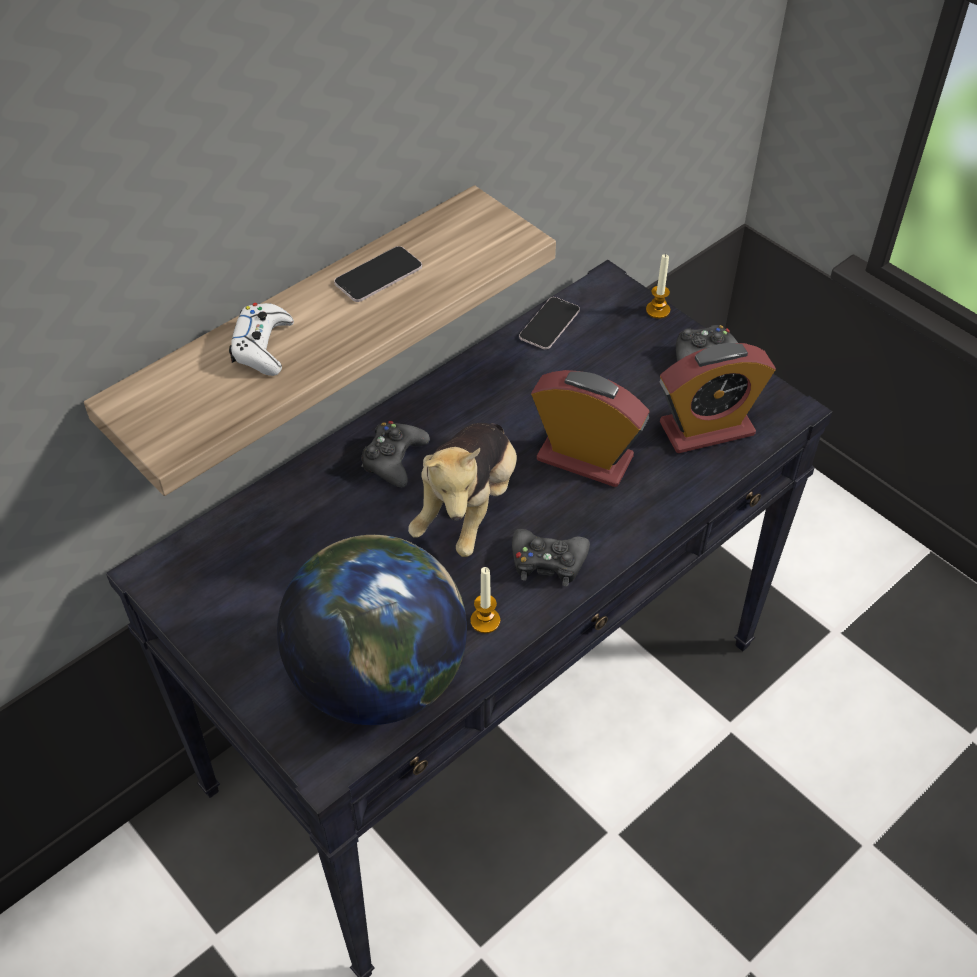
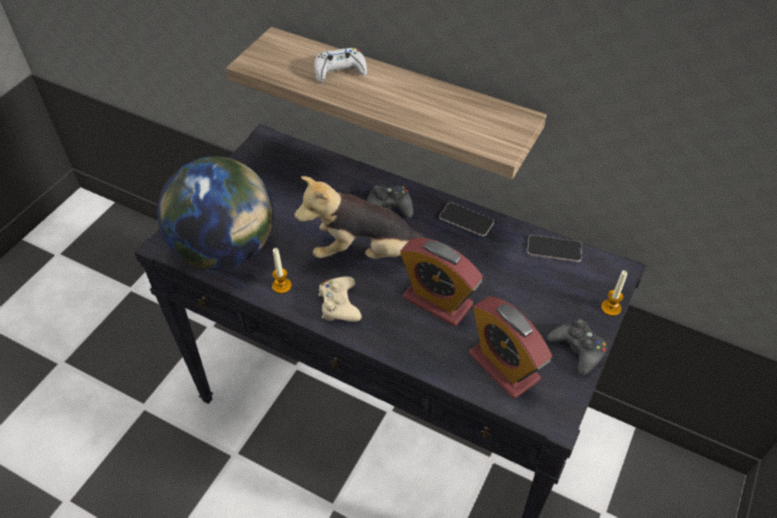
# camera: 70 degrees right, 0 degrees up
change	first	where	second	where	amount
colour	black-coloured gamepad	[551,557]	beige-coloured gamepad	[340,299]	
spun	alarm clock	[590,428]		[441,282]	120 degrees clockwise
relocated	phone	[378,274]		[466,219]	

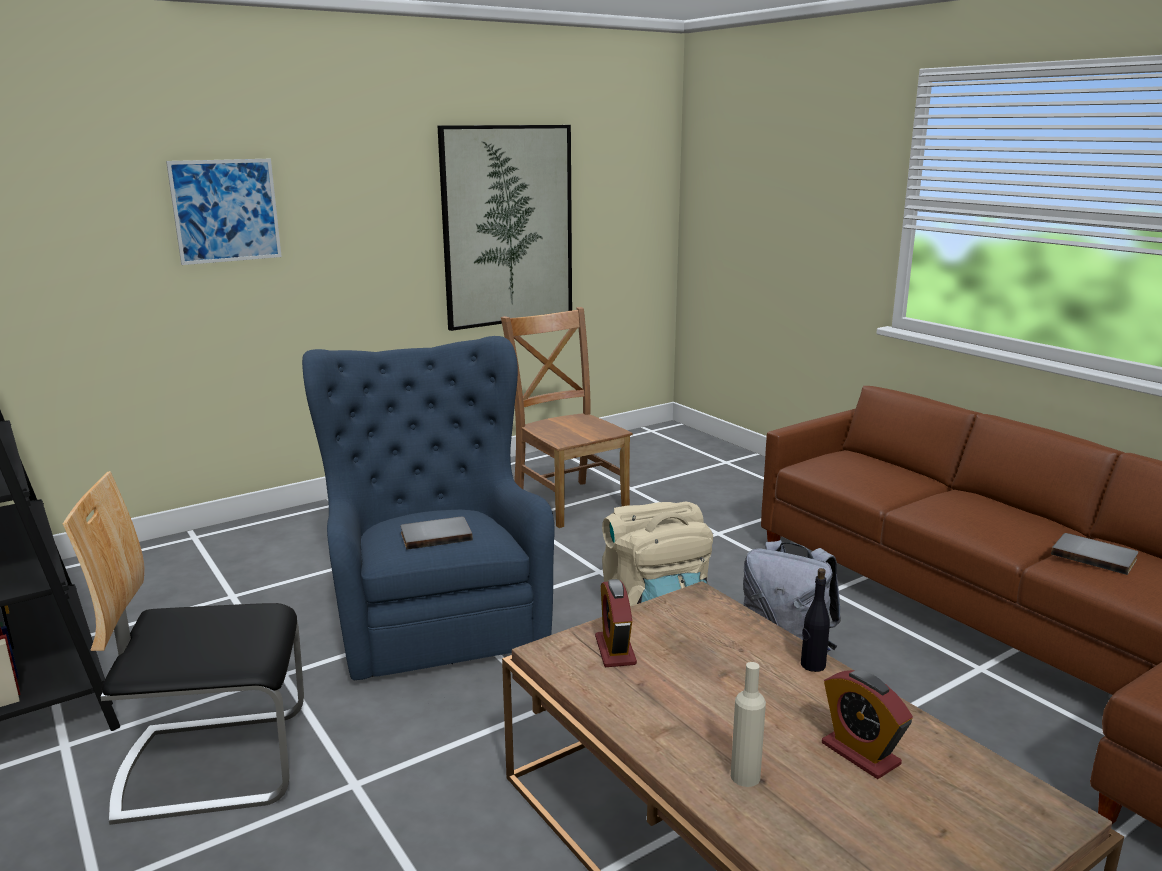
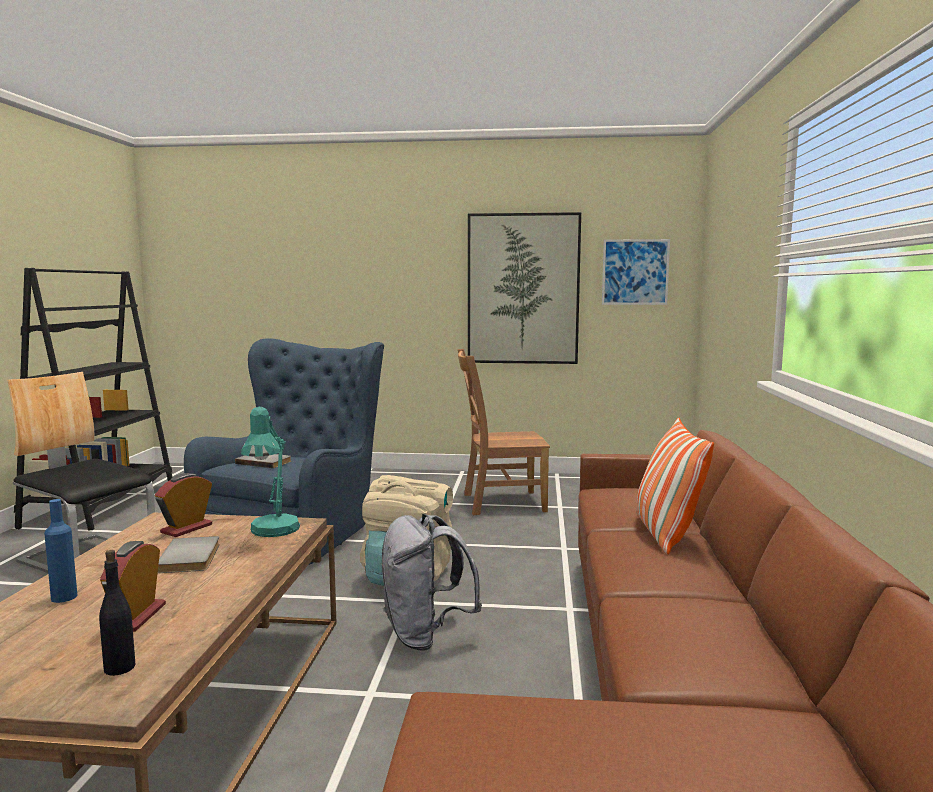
# camera: 40 degrees right, 10 degrees down
change	first	where	second	where	amount
colour	beige-coloured beverage bottle	[748,724]	blue beverage bottle	[60,551]	
relocated	black-coloured beverage bottle	[815,620]		[117,613]	
relocated	grey book	[1095,554]		[189,554]	
appeared			turquoise-coloured lamp for a table	[270,472]	
spun	brown chair	[567,417]		[503,432]	105 degrees counterclockwise
relocated	wall picture	[224,212]		[636,272]	
appeared			cushion	[675,486]	

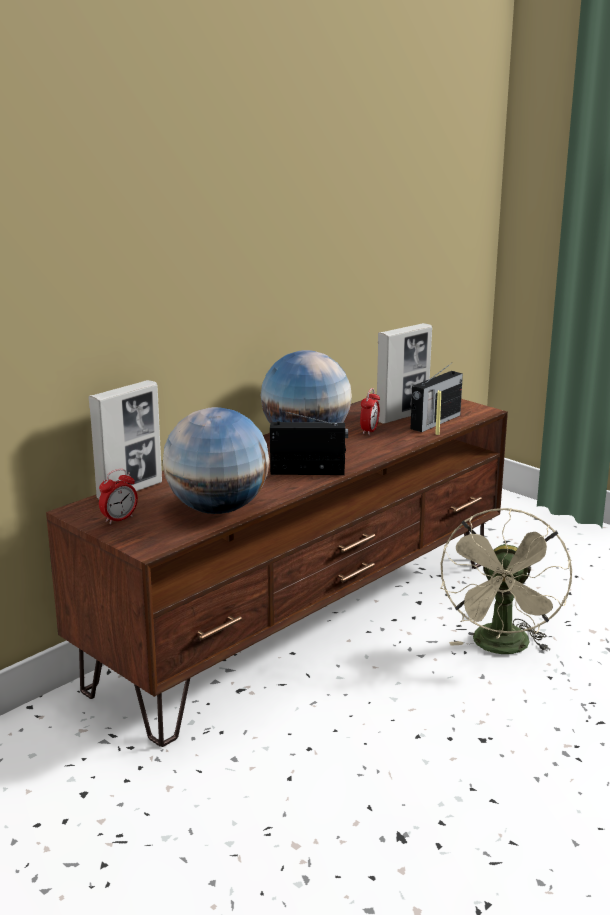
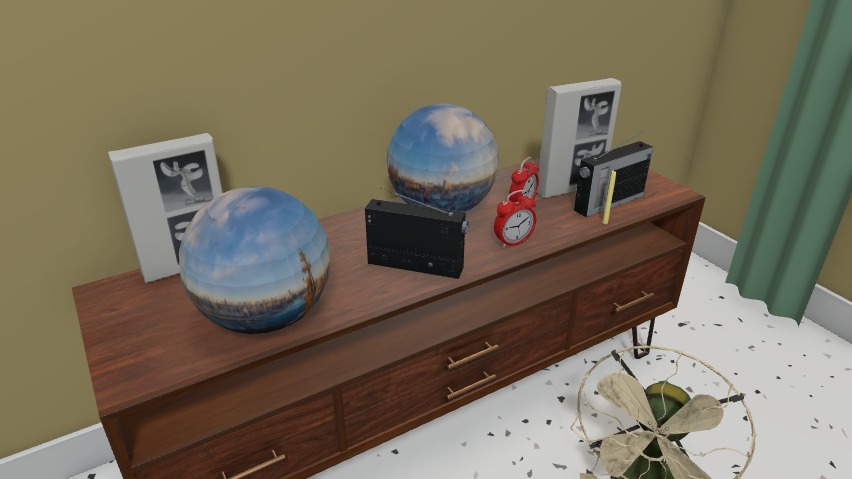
# camera: 15 degrees right, 10 degrees up
change	first	where	second	where	amount
relocated	alarm clock	[118,496]		[515,219]	

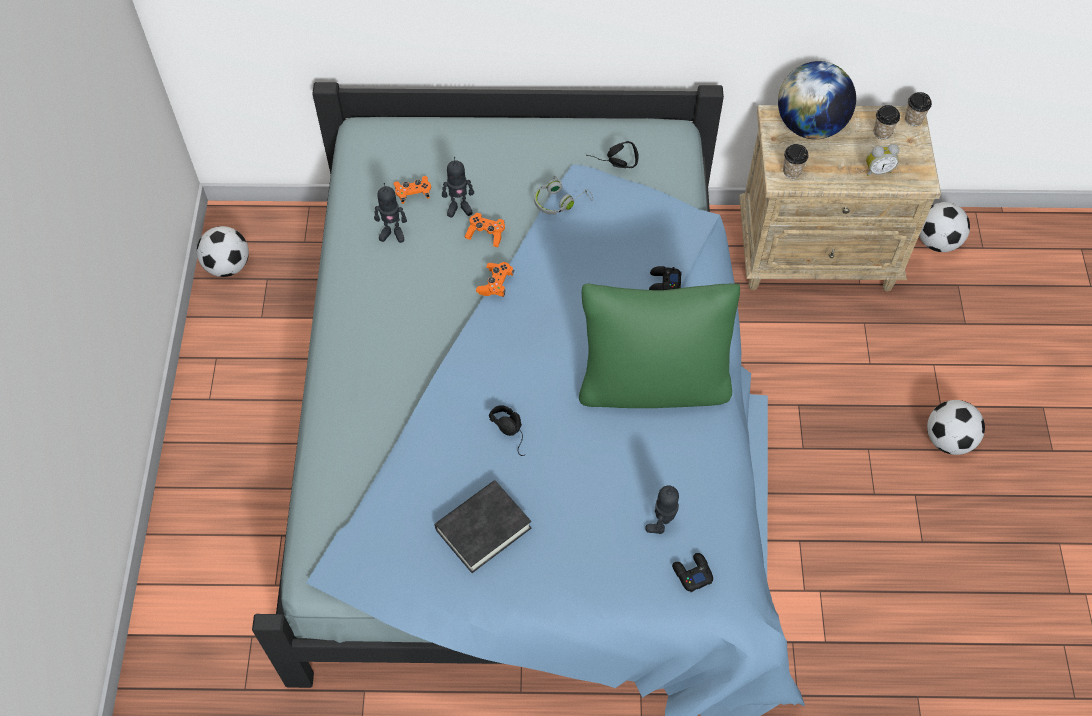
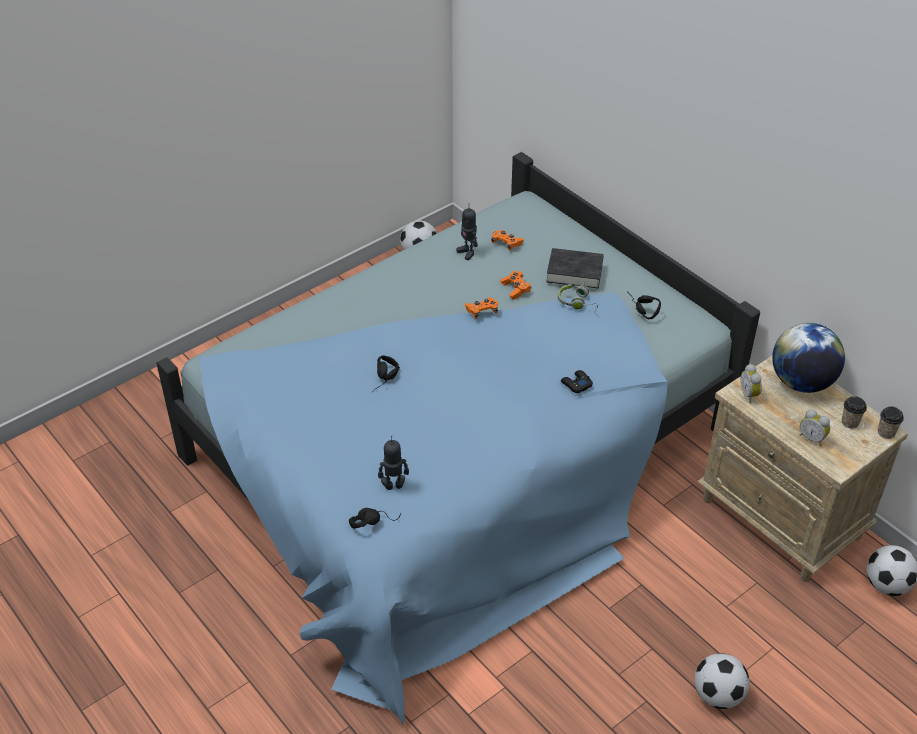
# camera: 50 degrees right, 15 degrees down
change	first	where	second	where	amount
exchanged	black-coloured gamepad	[692,572]	black-coloured headset	[375,518]	
relocated	black-coloured book	[482,526]		[575,268]	
exchanged	drinking cup	[796,161]	alarm clock	[751,383]	
missing	robot figure	[458,187]			
missing	green cushion	[659,346]			

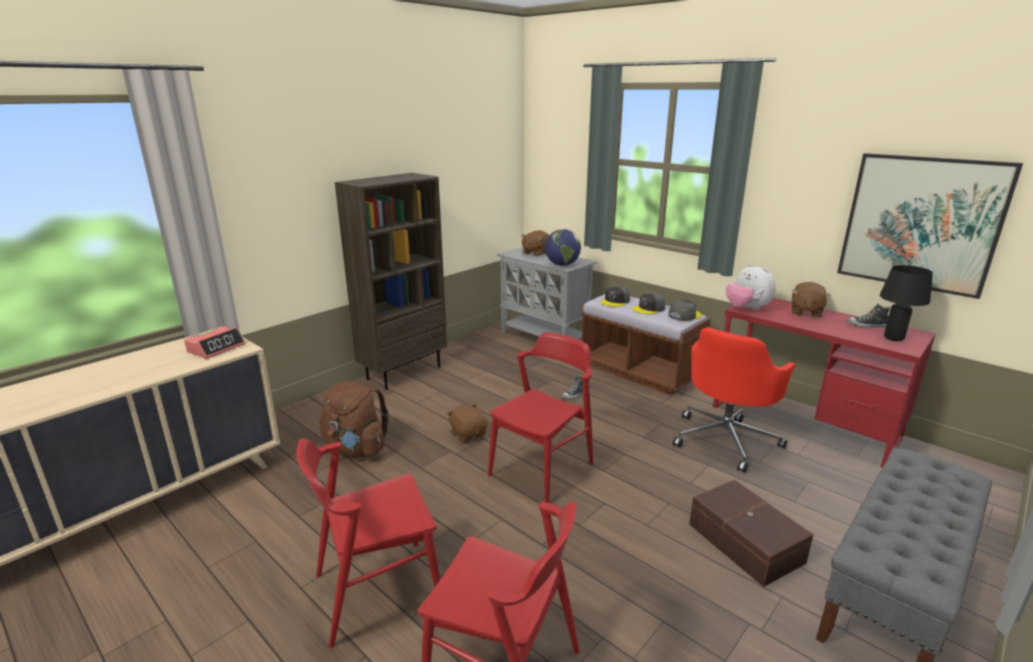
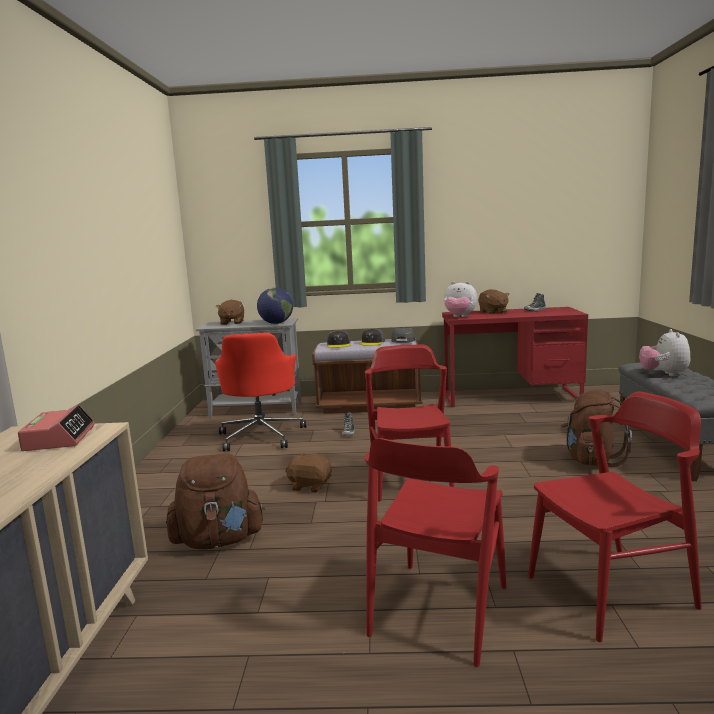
# camera: 40 degrees left, 10 degrees down
change	first	where	second	where	amount
relocated	red office chair	[734,400]		[260,392]	
exchanged	brown storage container	[751,533]	brown backpack	[596,429]	
appeared			plush toy	[664,353]	
missing	brown bookshelf	[391,281]			
missing	wall picture	[930,226]			
missing	black-coloured lamp for a table	[906,303]			

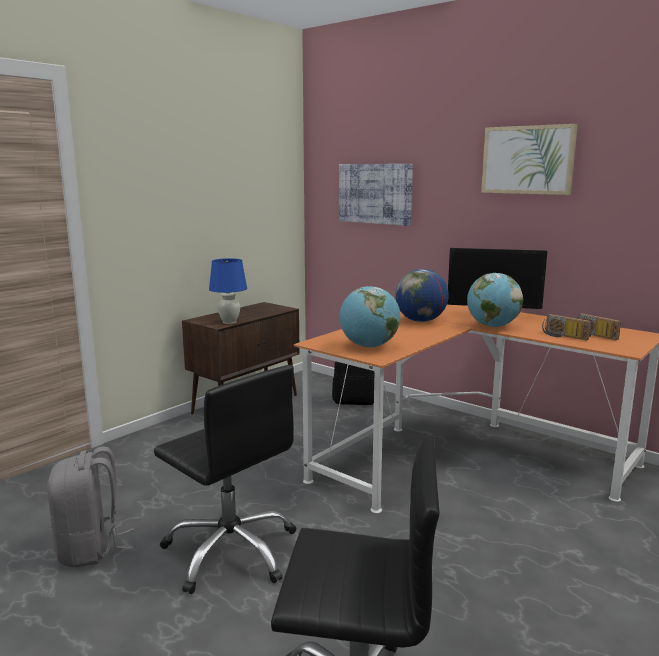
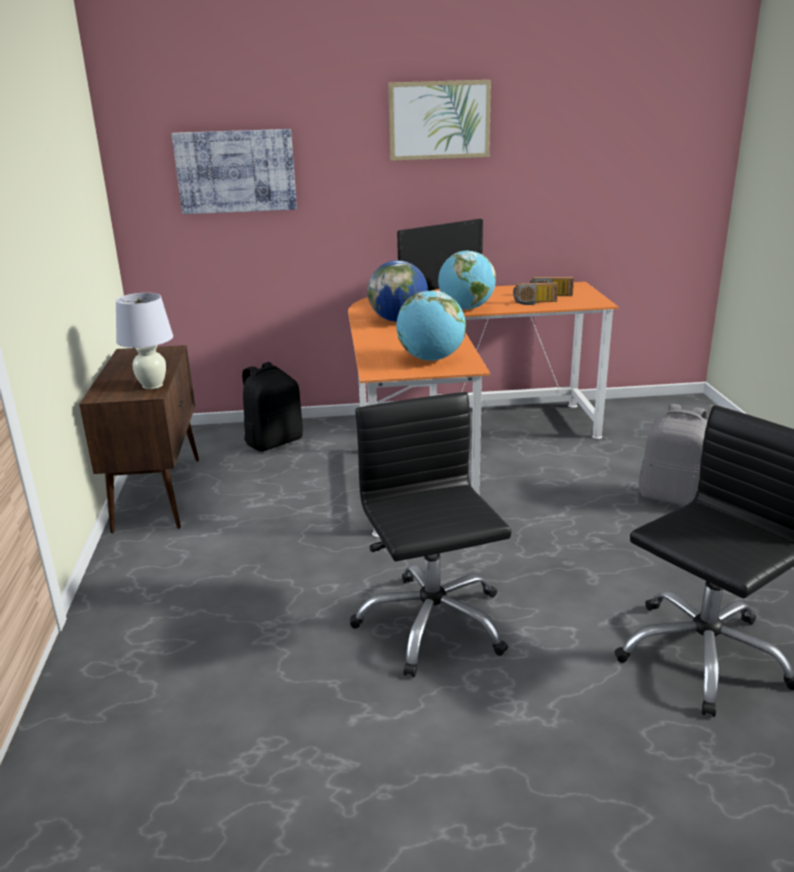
# camera: 45 degrees left, 10 degrees up
change	first	where	second	where	amount
colour	blue lamp for a table	[228,291]	white-coloured lamp for a table	[144,341]	
spun	black-coloured office chair	[225,479]		[431,534]	105 degrees counterclockwise
relocated	grey backpack	[90,507]		[673,455]	

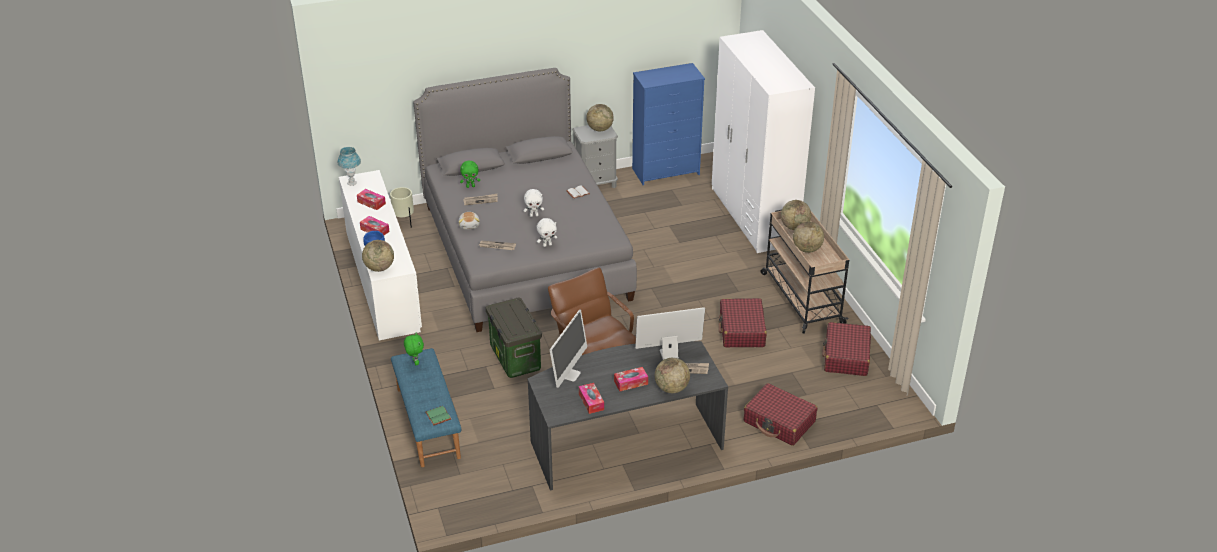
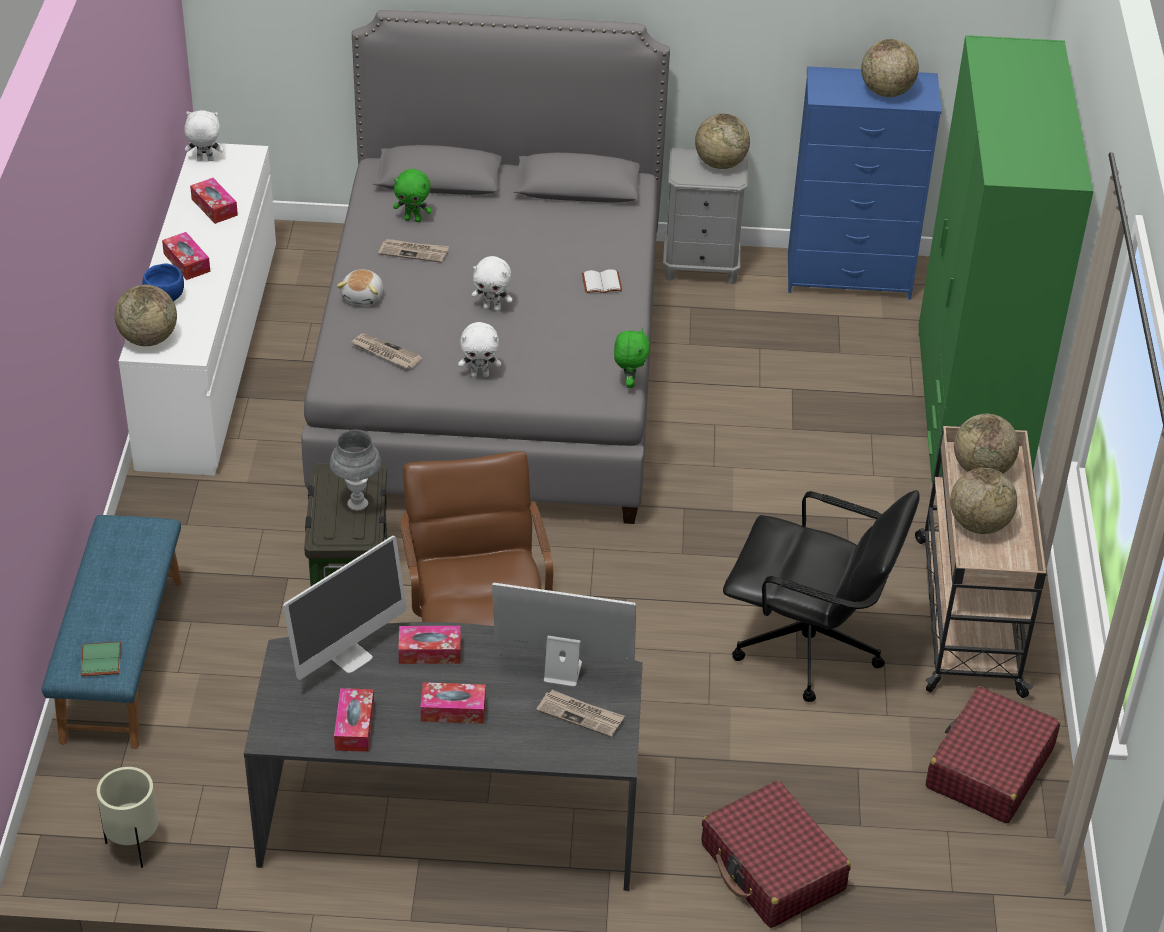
# camera: 20 degrees right, 5 degrees up
change	first	where	second	where	amount
relocated	beige-coloured flower pot	[402,207]		[127,817]	
exchanged	blue lamp for a table	[349,166]	white-coloured plush toy	[204,135]	
appeared			grey lamp for a table	[355,470]	
appeared			tissue box	[429,645]	
relocated	green plush toy	[414,349]		[632,358]	
exchanged	red travel case	[743,322]	black-coloured office chair	[821,596]	
relocated	world globe	[672,375]		[890,68]	
colour	white-coloured armoire	[763,141]	green armoire	[1006,264]	

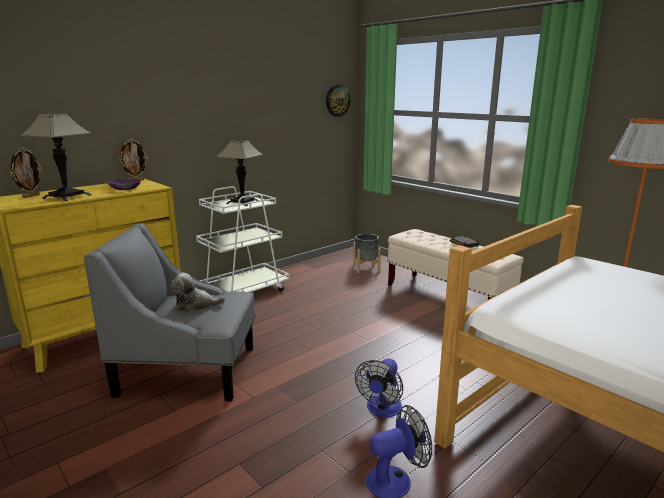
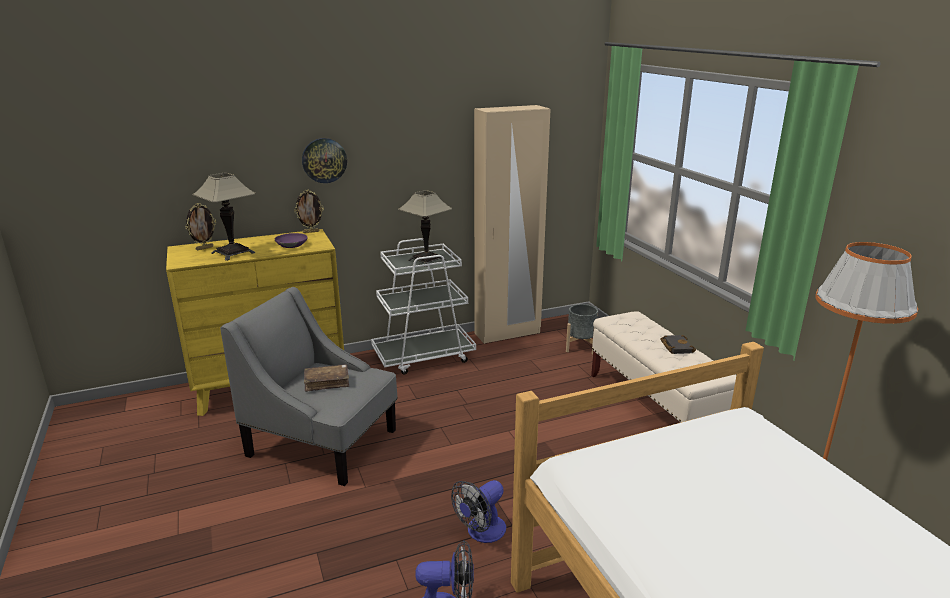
# camera: 20 degrees right, 5 degrees up
change	first	where	second	where	amount
relocated	wall clock	[338,100]		[324,160]	
exchanged	plush toy	[198,292]	brown book	[326,378]	
appeared			beige-coloured armoire	[512,224]	

